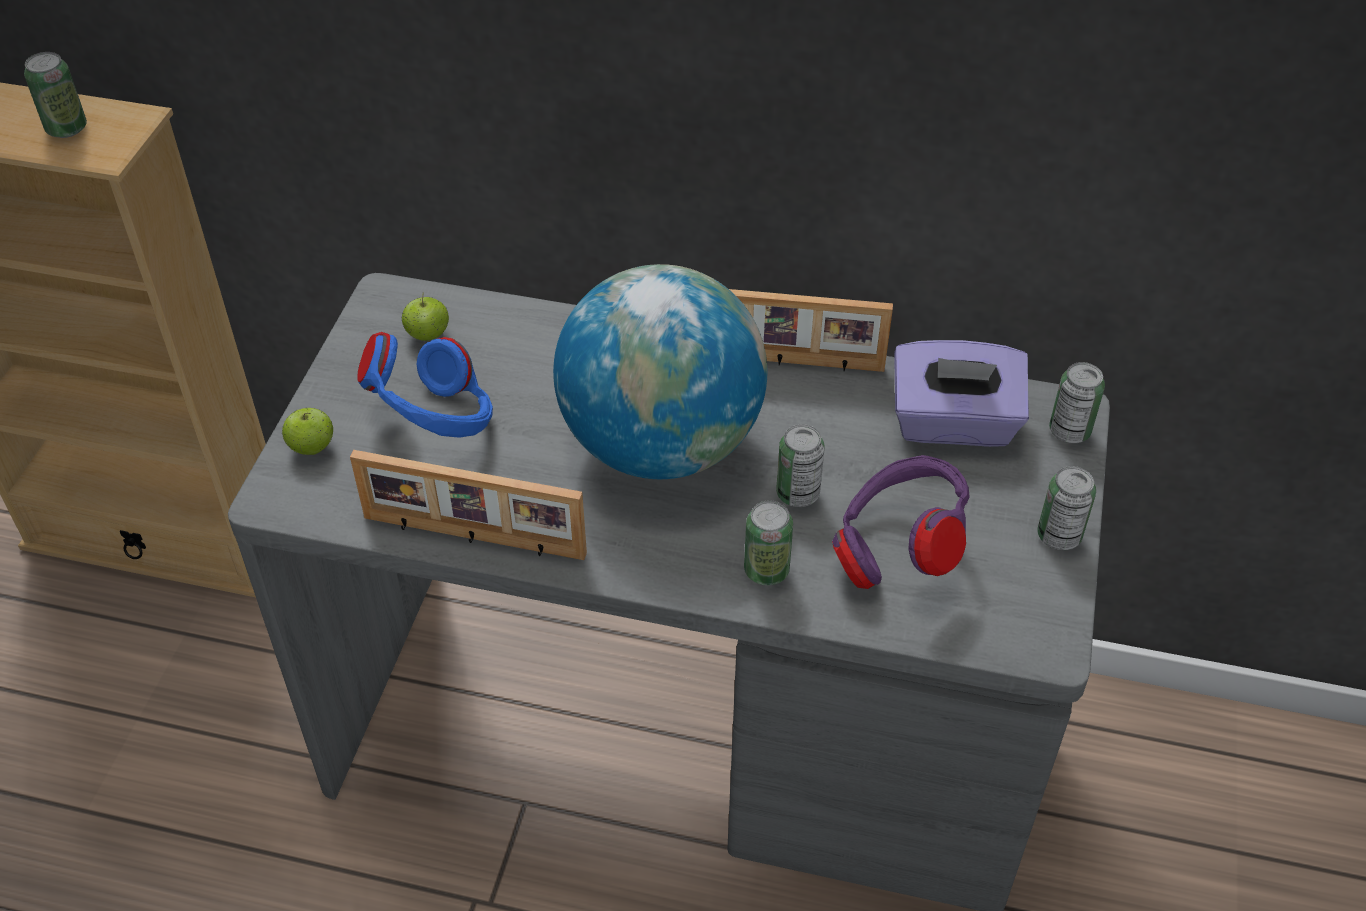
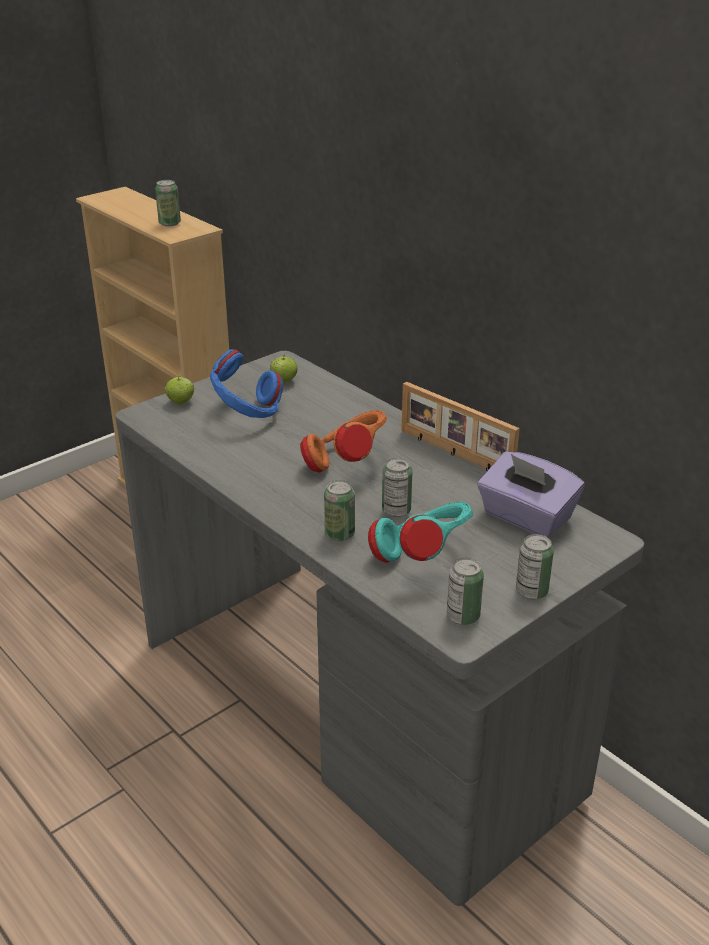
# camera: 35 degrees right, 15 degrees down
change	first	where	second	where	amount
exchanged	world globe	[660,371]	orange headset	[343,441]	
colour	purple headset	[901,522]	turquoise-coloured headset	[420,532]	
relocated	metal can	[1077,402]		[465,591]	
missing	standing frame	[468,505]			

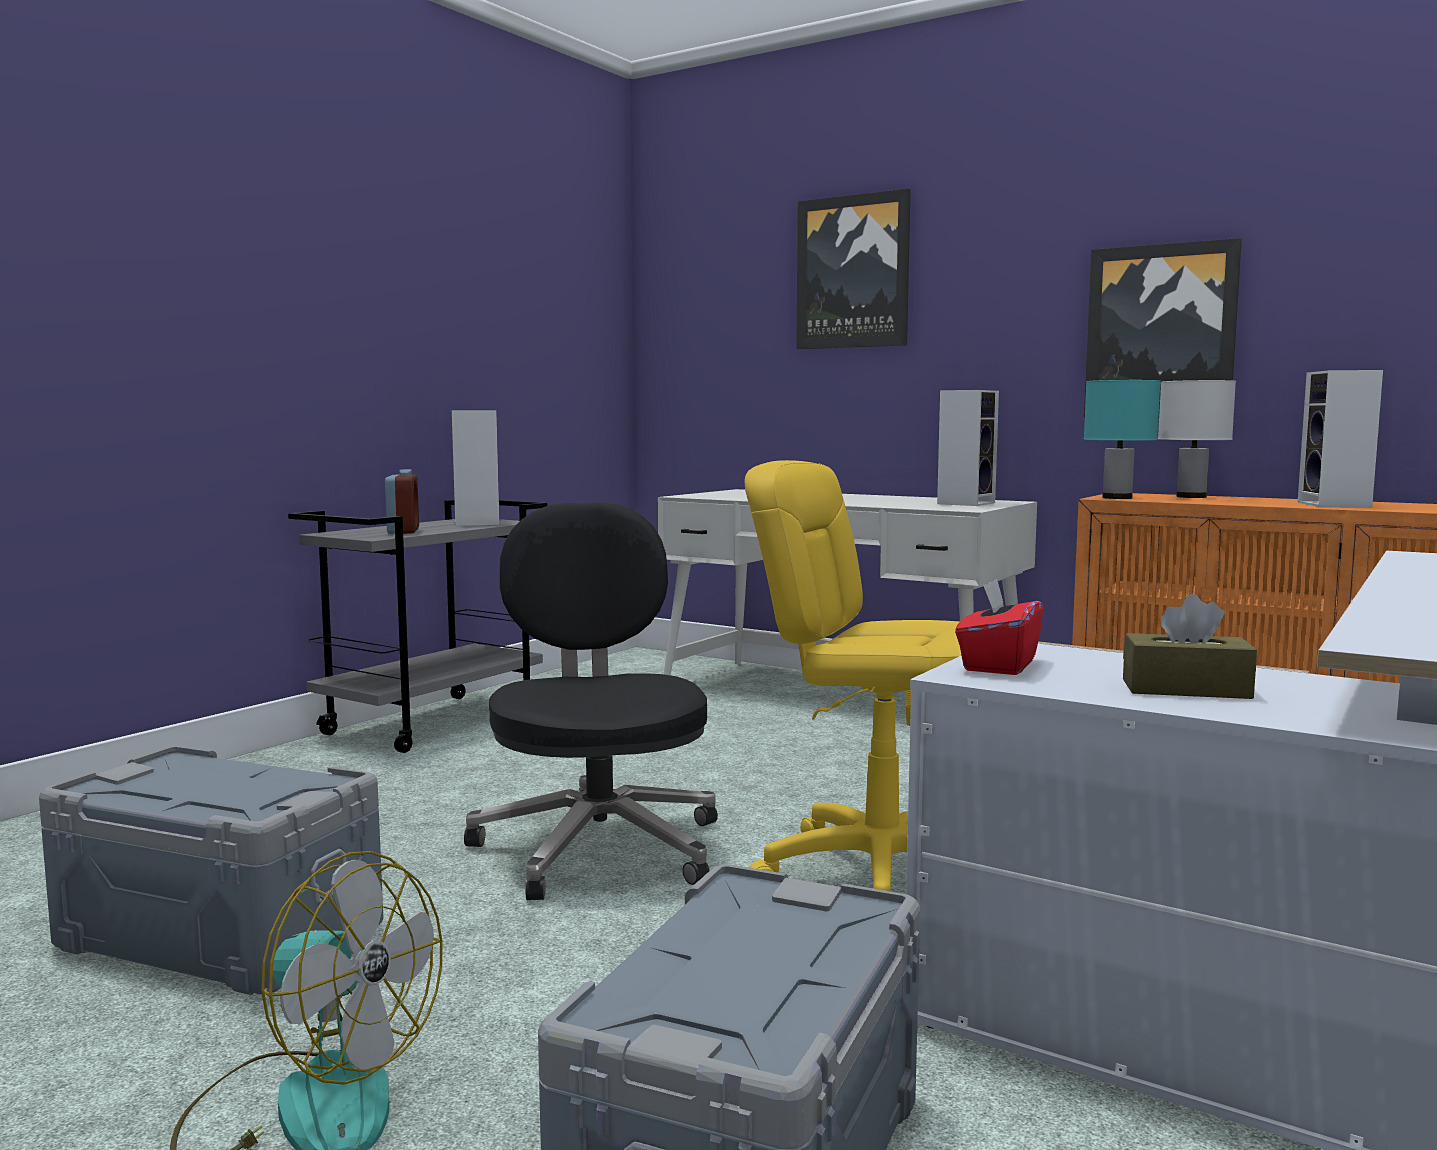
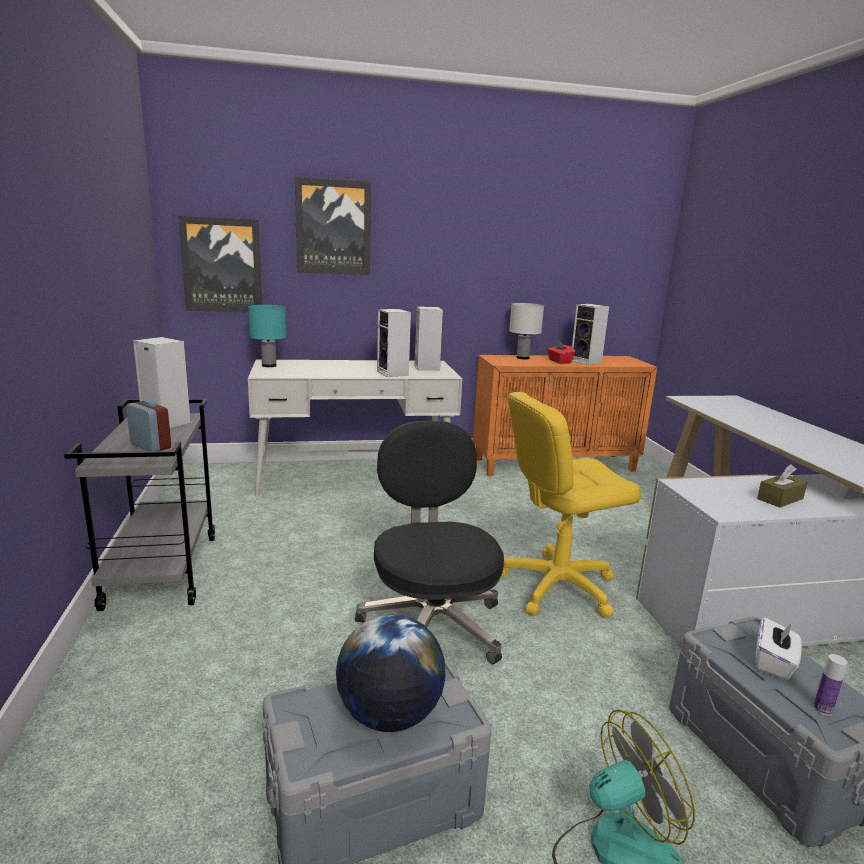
# camera: 45 degrees left, 10 degrees up
change	first	where	second	where	amount
relocated	wall picture	[1163,328]		[220,264]	
relocated	turquoise-coloured lamp for a table	[1122,439]		[267,336]	
appeared			world globe	[391,673]	
spun	black-coloured office chair	[591,701]		[429,542]	45 degrees clockwise
appeared			audio speaker	[394,343]	
relocated	red tissue box	[999,627]		[561,352]	
appeared			white-coloured tissue box	[779,648]	
appeared			beverage bottle	[830,685]	

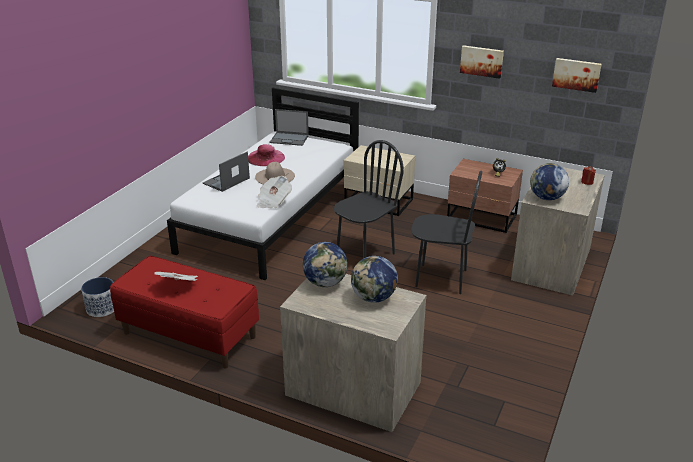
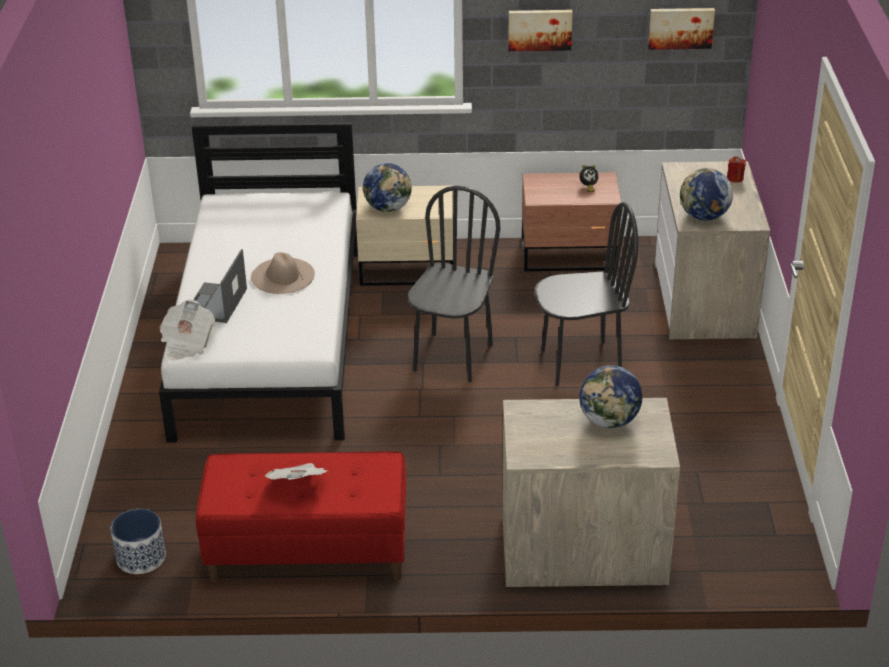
# camera: 25 degrees left, 5 degrees up
change	first	where	second	where	amount
relocated	printed paper	[274,192]		[187,330]	
relocated	world globe	[325,264]		[387,187]	
missing	pinkish wearable hat	[266,155]			
missing	notebook computer	[289,127]			

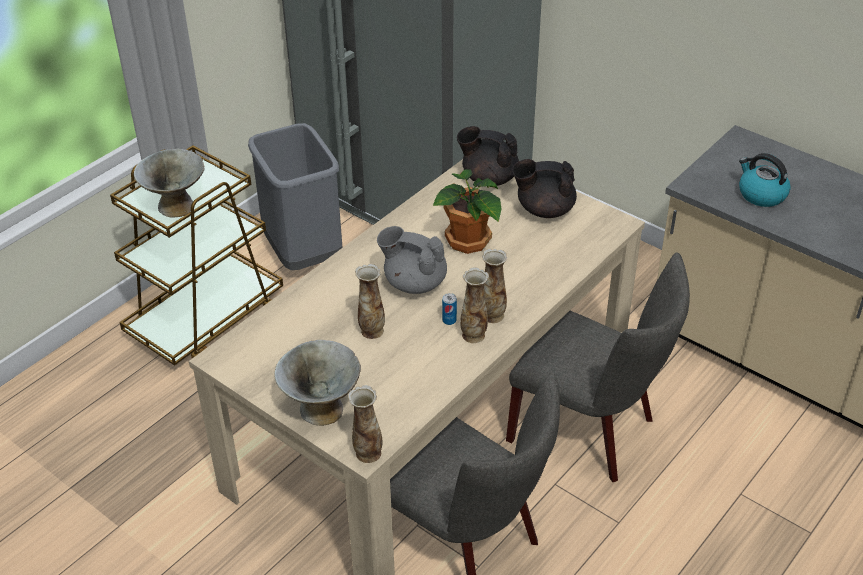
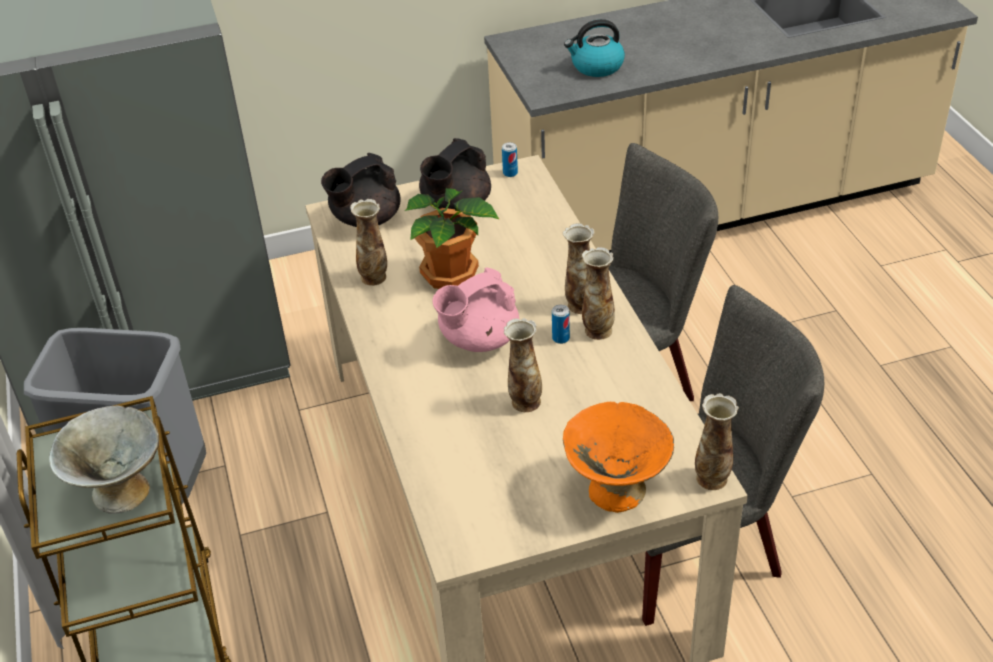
# camera: 55 degrees left, 0 degrees up
change	first	where	second	where	amount
appeared			decorative vase	[368,242]	
colour	grey teapot	[412,260]	pinkish teapot	[475,310]	
appeared			metal can	[510,159]	
colour	grey deep dish	[317,383]	orange deep dish	[618,457]	

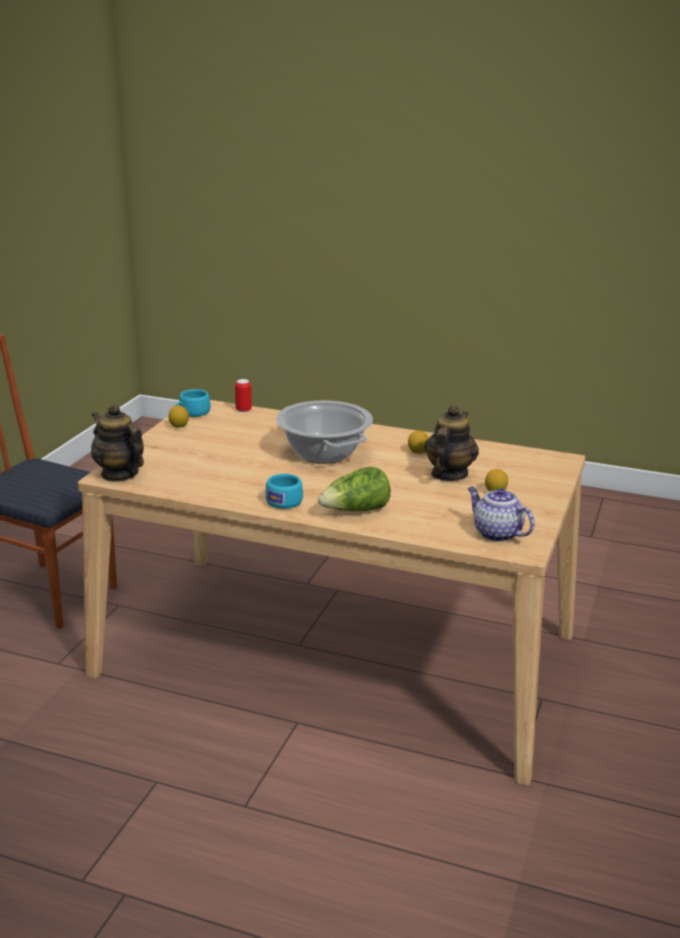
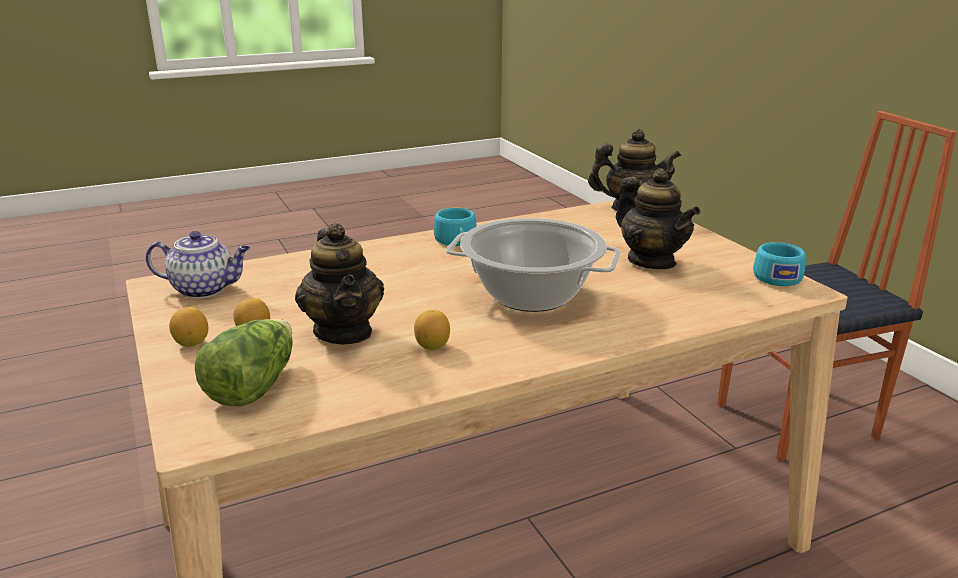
# camera: 135 degrees right, 0 degrees up
change	first	where	second	where	amount
relocated	citrus fruit	[178,417]		[188,327]	
relocated	lettuce	[354,489]		[244,362]	
appeared			teapot	[658,218]	
missing	metal can	[243,395]			

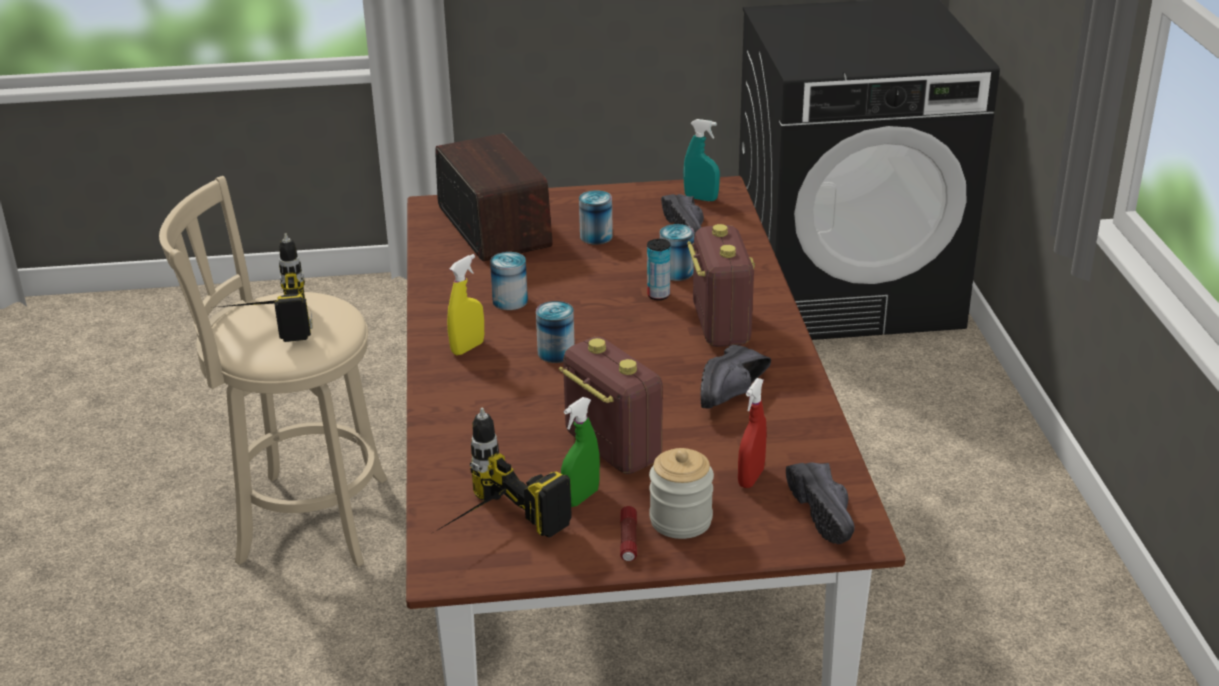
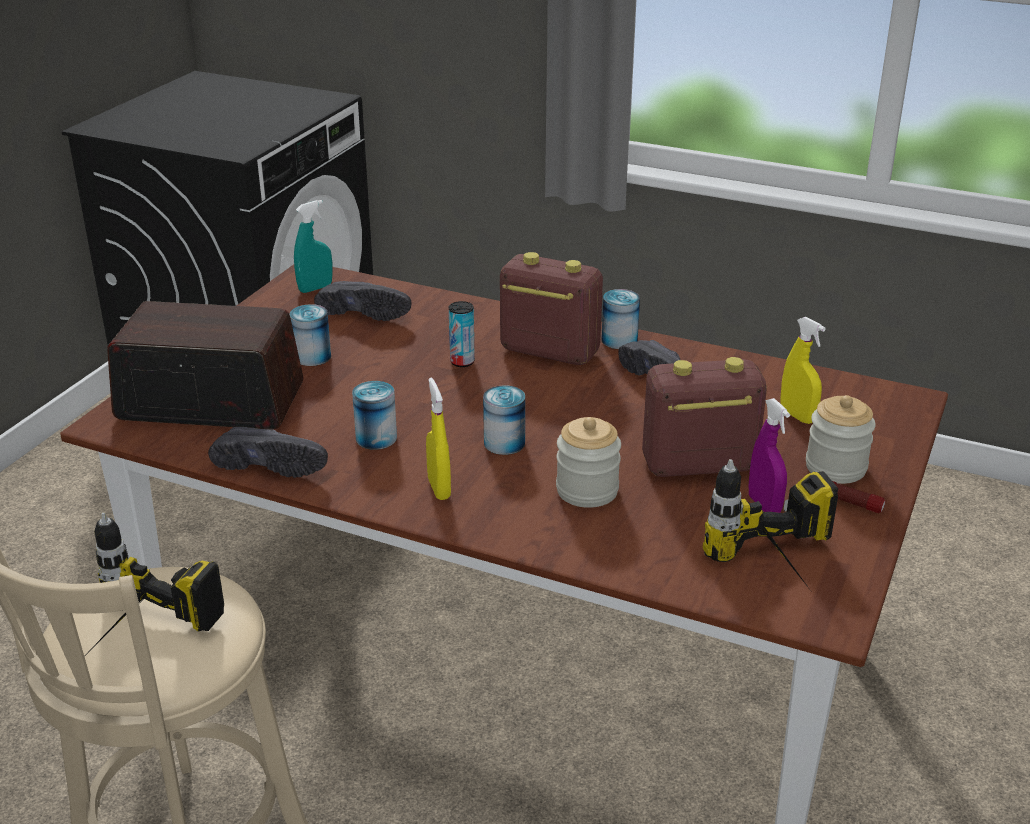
# camera: 60 degrees left, 0 degrees up
change	first	where	second	where	amount
relocated	black-coloured item of footwear	[820,503]		[268,452]	
appeared			storage jar	[588,462]	
relocated	metal can	[677,252]		[620,319]	
colour	green spray bottle	[580,452]	purple spray bottle	[769,455]	
colour	red spray bottle	[752,433]	yellowish spray bottle	[803,370]	

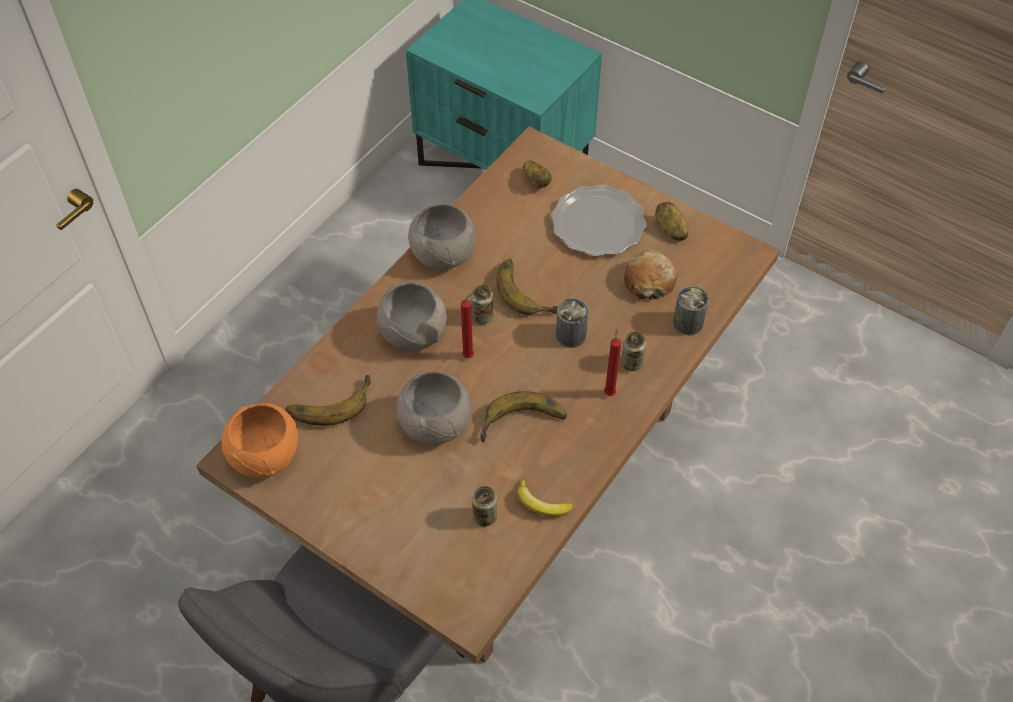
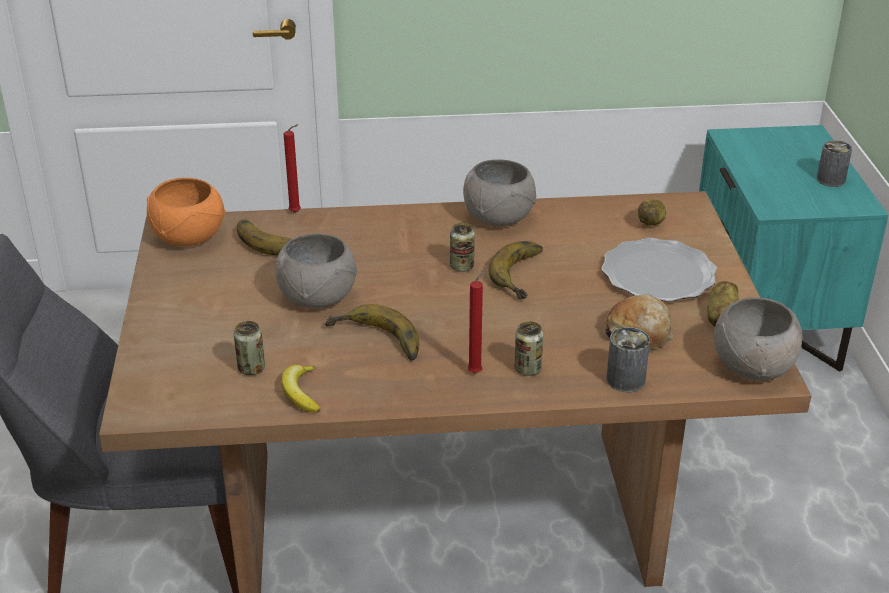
# camera: 50 degrees right, 20 degrees down
change	first	where	second	where	amount
relocated	red candle	[467,325]		[292,168]	
relocated	grey deep dish	[411,316]		[758,339]	
relocated	metal can	[572,323]		[834,163]	

